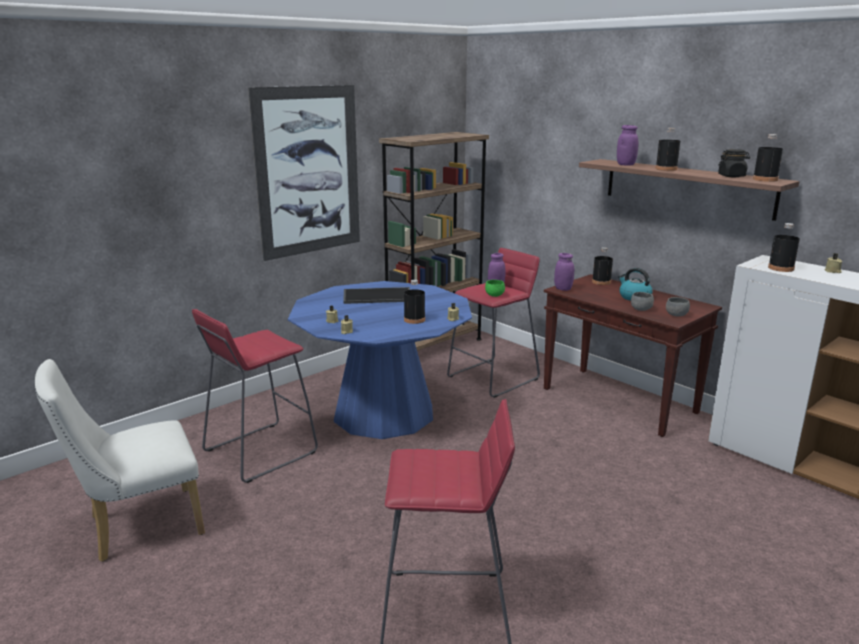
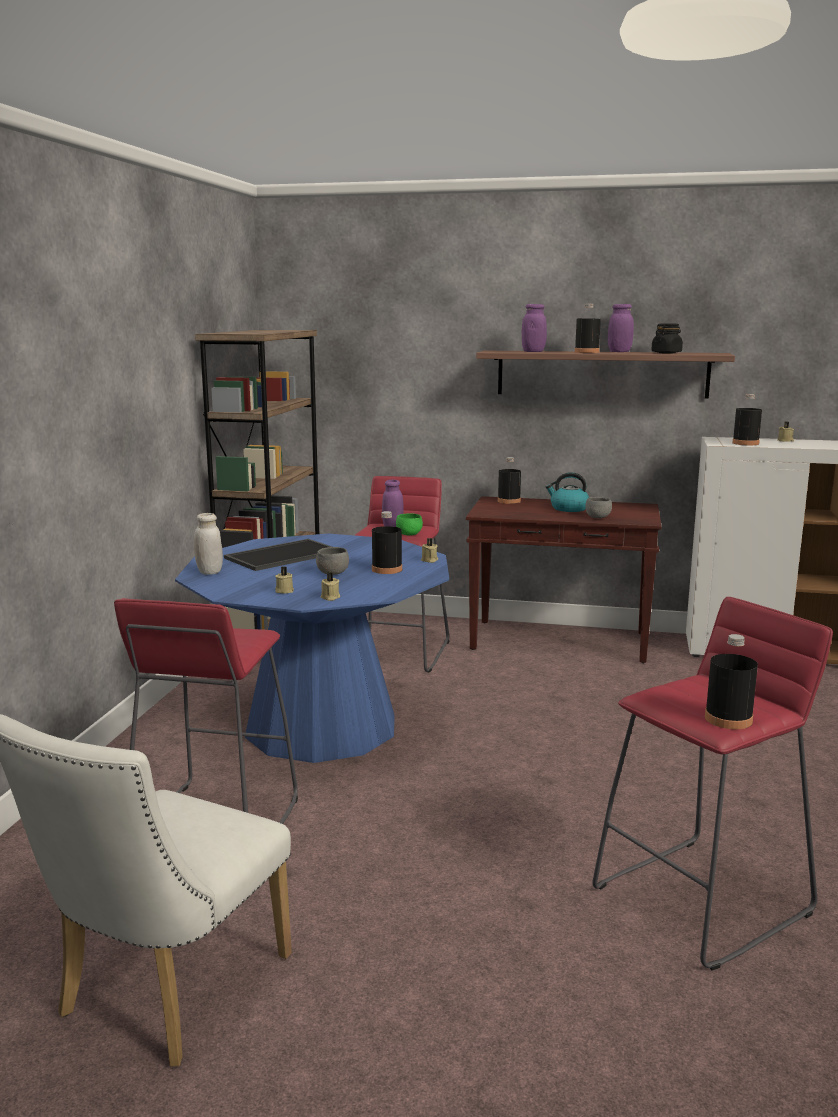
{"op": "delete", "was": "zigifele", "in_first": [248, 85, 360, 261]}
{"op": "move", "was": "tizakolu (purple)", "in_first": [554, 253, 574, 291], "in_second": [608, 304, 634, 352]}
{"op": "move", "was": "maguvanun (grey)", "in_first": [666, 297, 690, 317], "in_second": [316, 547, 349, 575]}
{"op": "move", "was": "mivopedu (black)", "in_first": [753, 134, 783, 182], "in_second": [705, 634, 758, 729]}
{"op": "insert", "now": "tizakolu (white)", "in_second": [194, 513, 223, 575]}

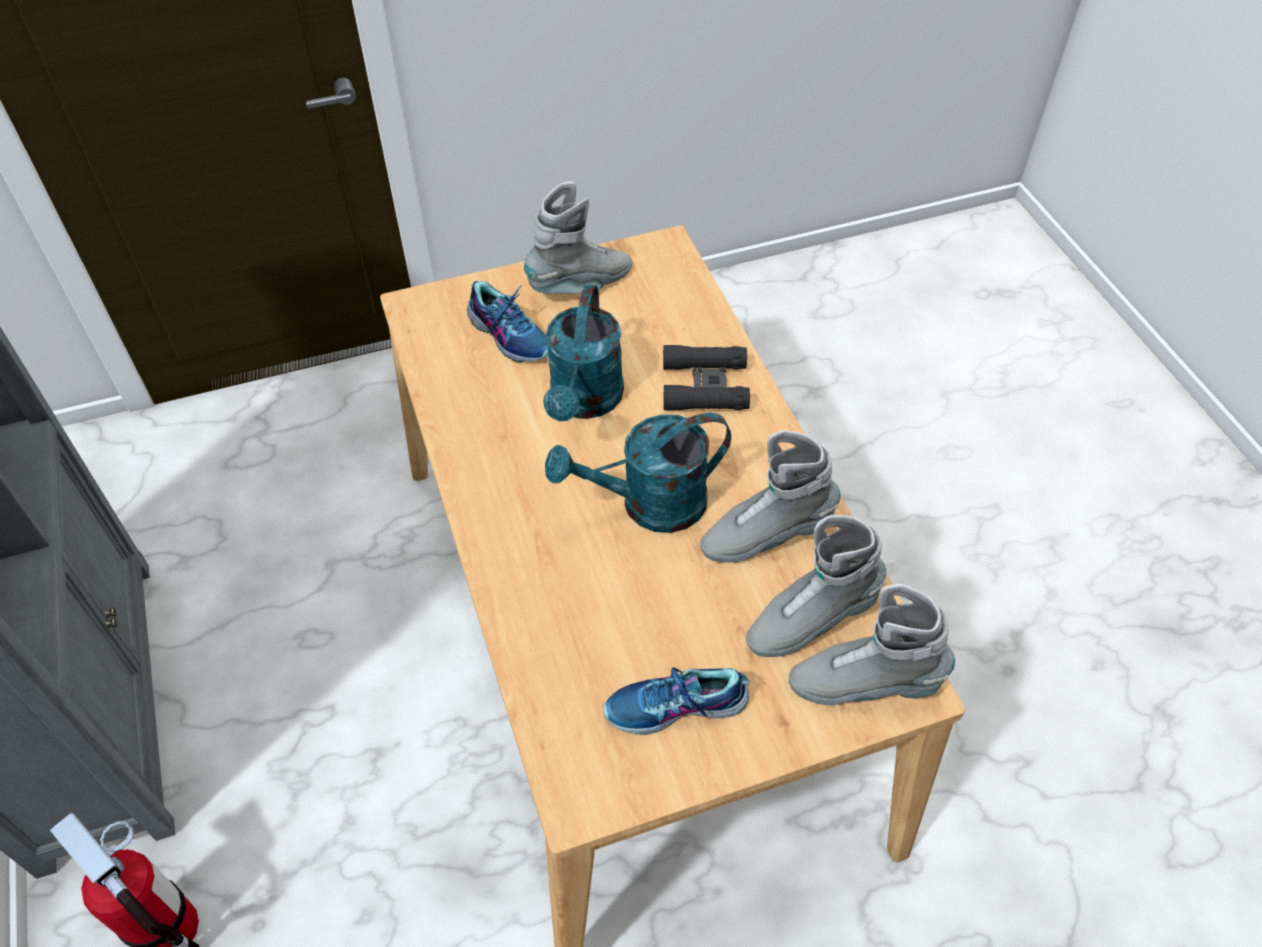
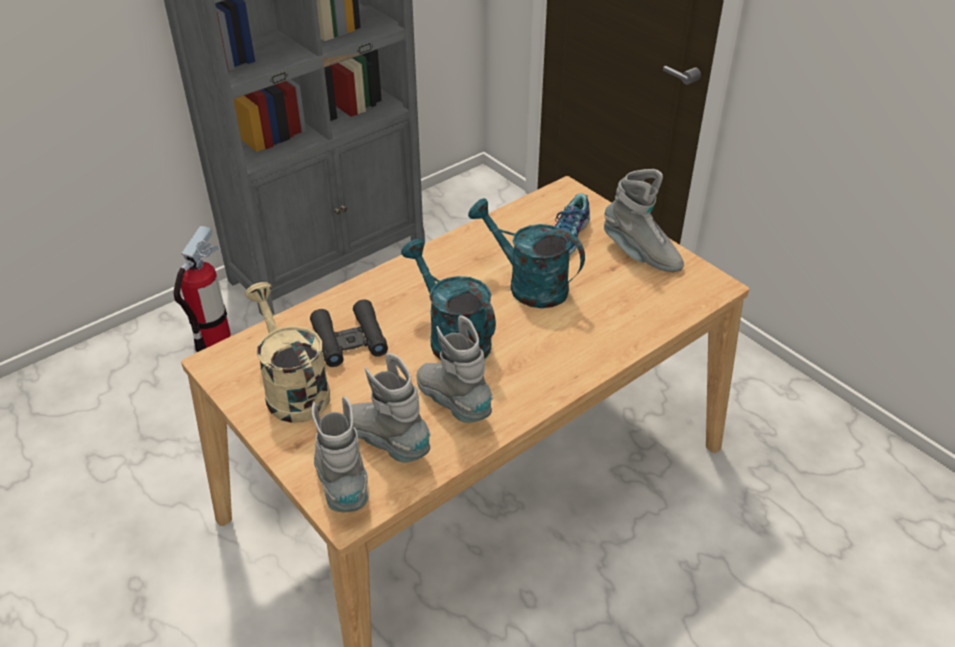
{"op": "rotate", "was": "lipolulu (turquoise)", "in_first": [543, 284, 624, 421], "in_second": [468, 198, 585, 308], "clockwise": 45}
{"op": "replace", "was": "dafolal", "now": "lipolulu (beige)", "in_first": [603, 667, 750, 735], "in_second": [245, 282, 330, 423]}
{"op": "move", "was": "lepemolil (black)", "in_first": [663, 345, 750, 410], "in_second": [310, 299, 388, 367]}

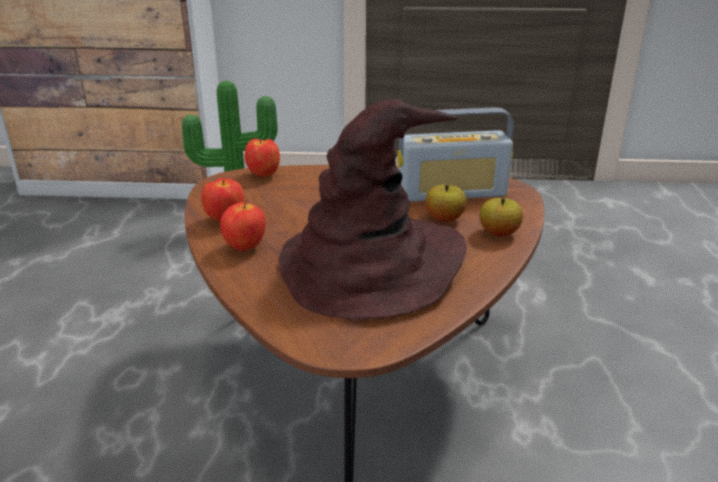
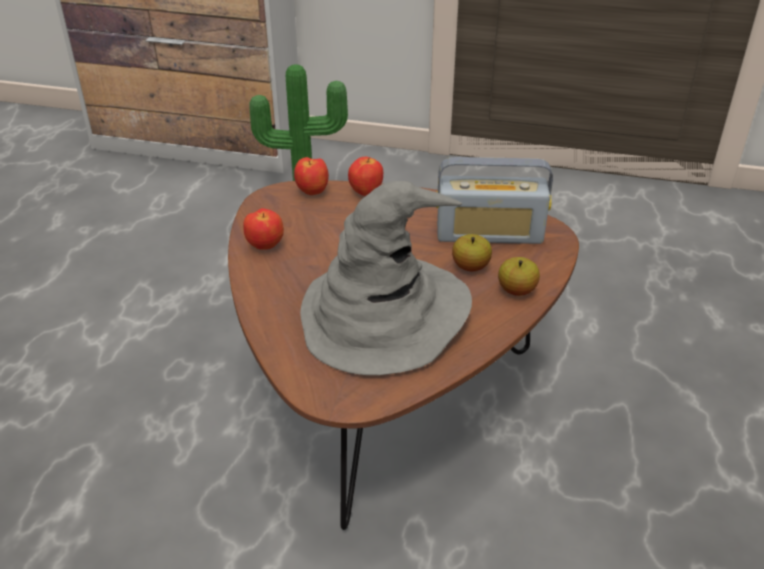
{"op": "move", "was": "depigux", "in_first": [220, 202, 265, 251], "in_second": [348, 157, 383, 196]}
{"op": "recolor", "was": "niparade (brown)", "now": "niparade (grey)", "in_first": [279, 99, 467, 319], "in_second": [300, 181, 472, 375]}

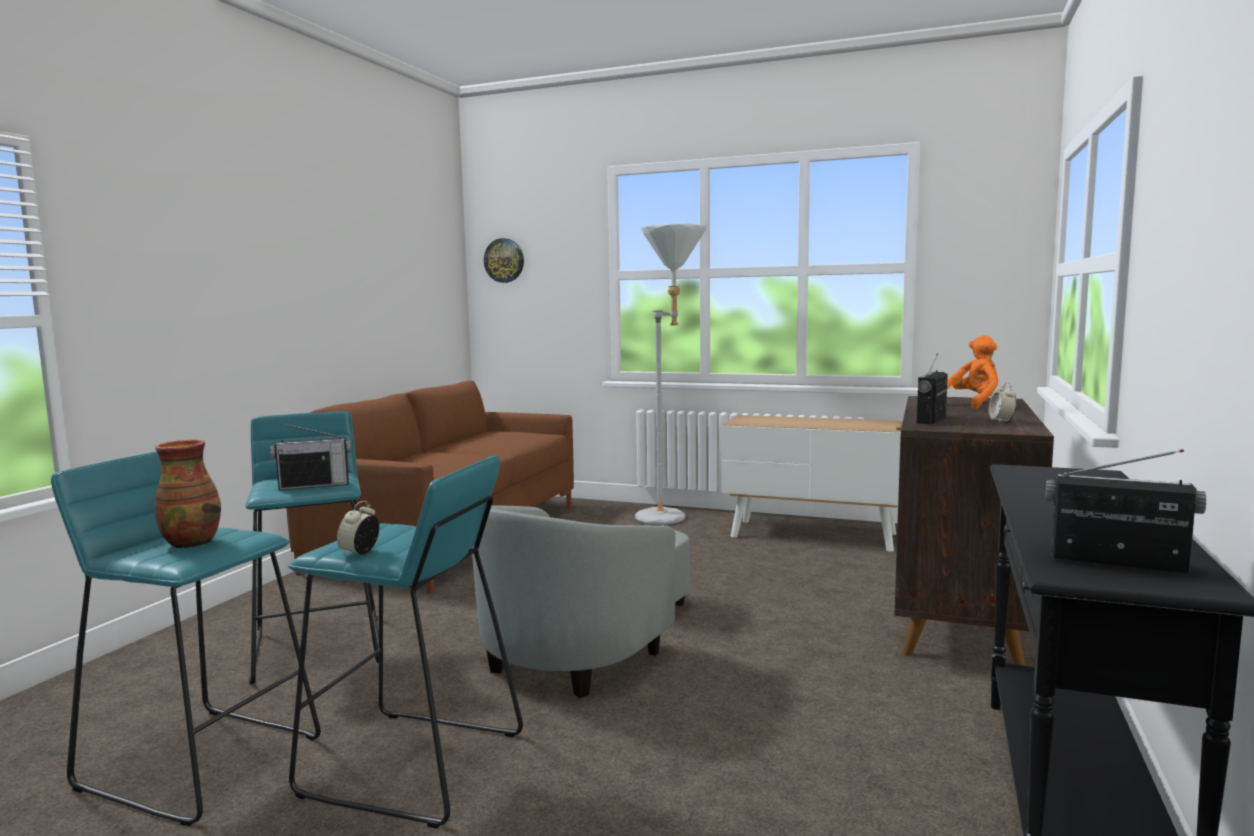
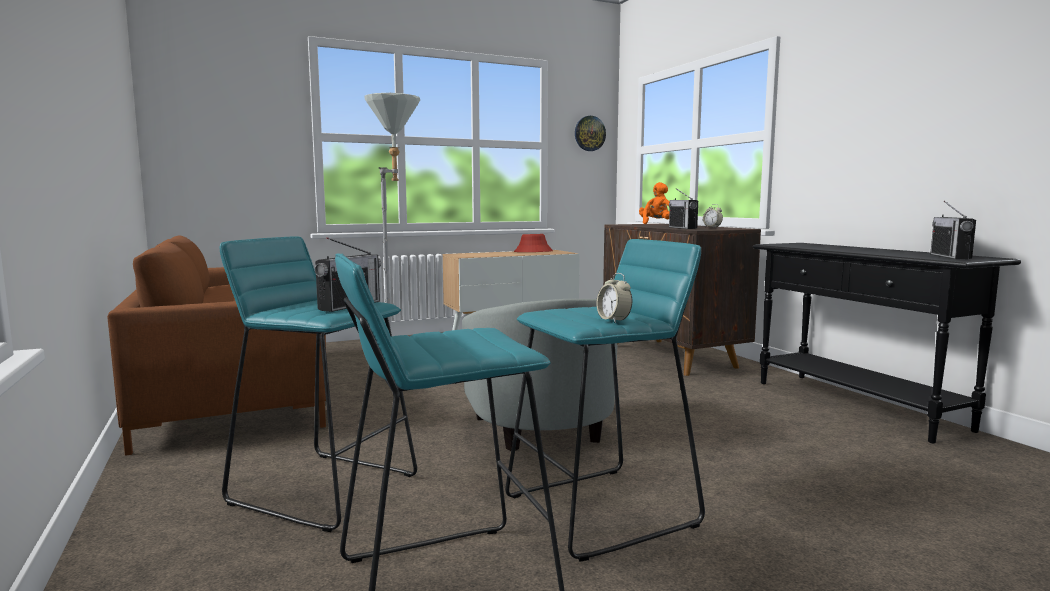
{"op": "delete", "was": "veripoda", "in_first": [155, 440, 221, 548]}
{"op": "move", "was": "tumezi", "in_first": [484, 238, 524, 283], "in_second": [575, 116, 606, 151]}
{"op": "rotate", "was": "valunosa", "in_first": [1045, 449, 1206, 573], "in_second": [930, 201, 976, 259], "clockwise": -60}
{"op": "insert", "now": "niparade (red)", "in_second": [514, 234, 553, 252]}

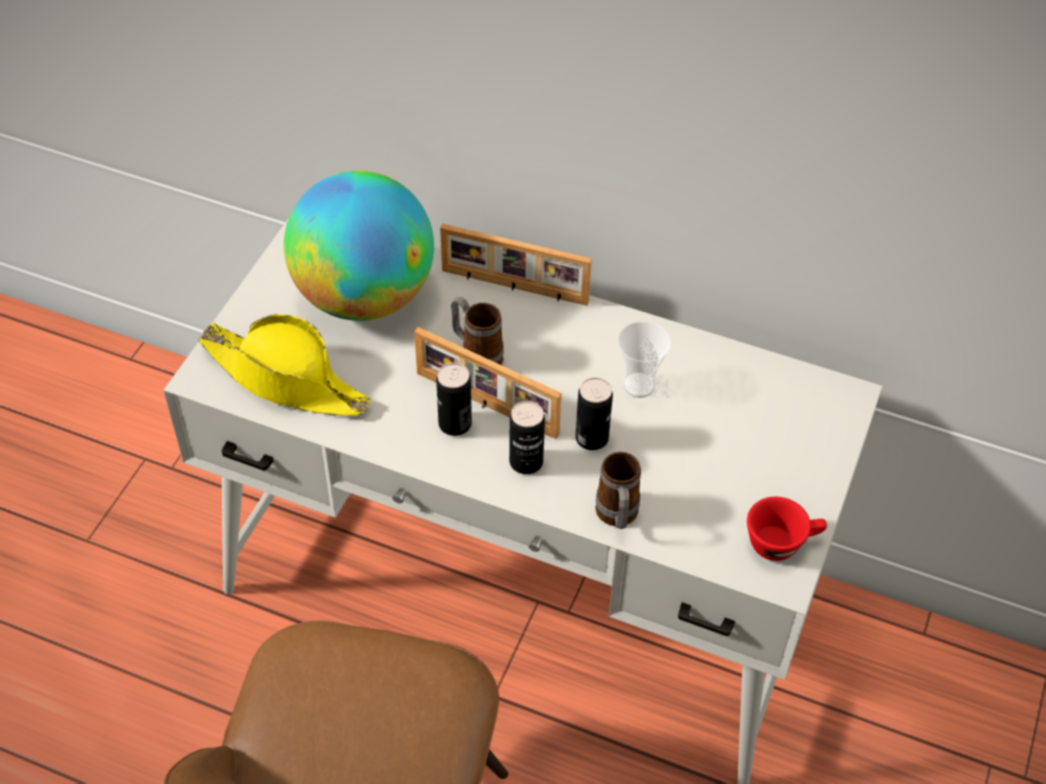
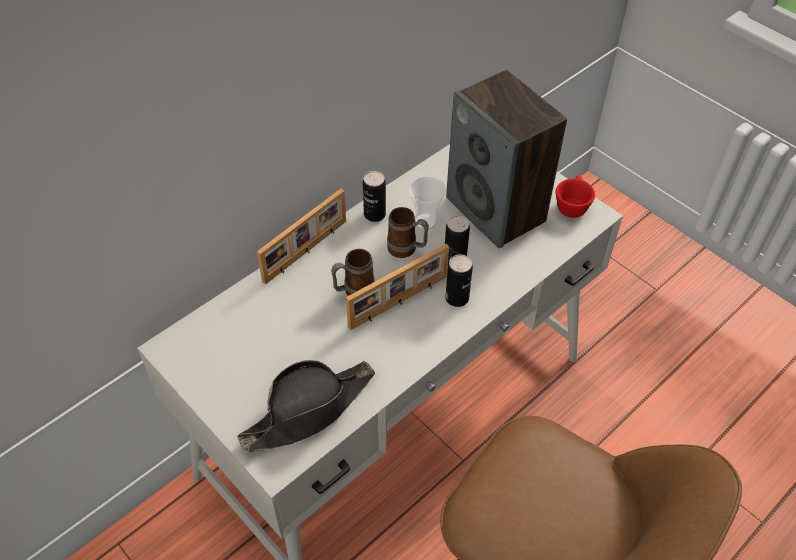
{"op": "recolor", "was": "niparade (yellow)", "now": "niparade (black)", "in_first": [198, 314, 370, 416], "in_second": [237, 360, 375, 452]}
{"op": "delete", "was": "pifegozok", "in_first": [284, 171, 434, 321]}
{"op": "move", "was": "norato", "in_first": [436, 363, 472, 436], "in_second": [363, 171, 386, 222]}
{"op": "move", "was": "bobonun", "in_first": [595, 452, 641, 529], "in_second": [387, 207, 429, 258]}
{"op": "insert", "now": "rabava", "in_second": [446, 70, 567, 248]}

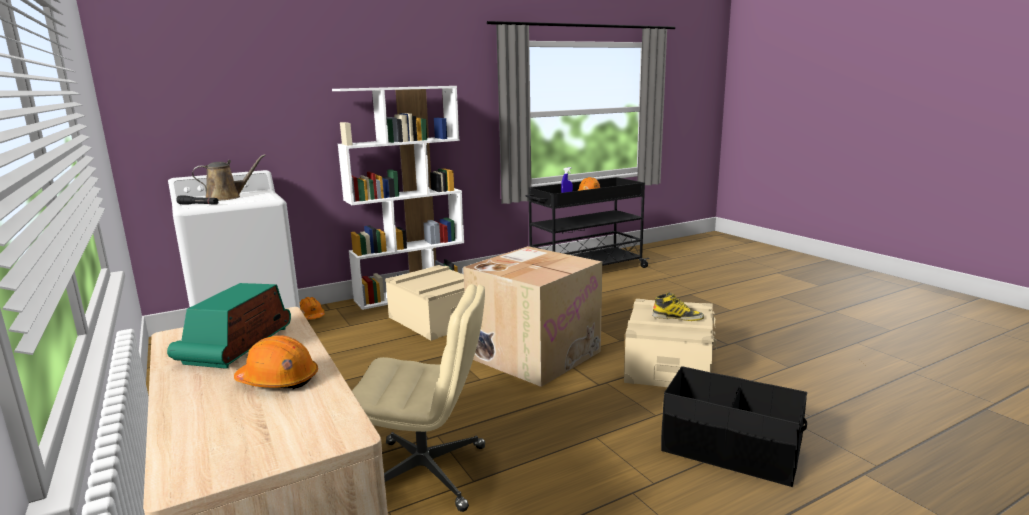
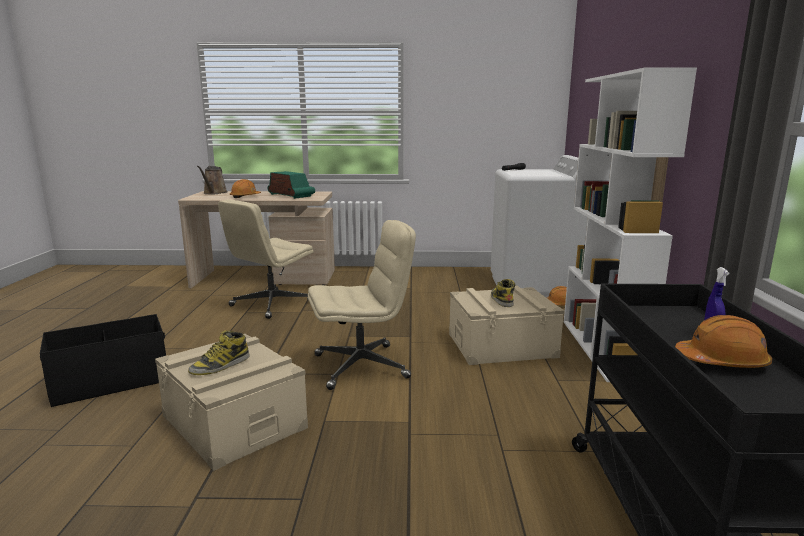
{"op": "move", "was": "lipolulu (brown)", "in_first": [192, 154, 266, 200], "in_second": [197, 166, 228, 195]}
{"op": "replace", "was": "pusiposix", "now": "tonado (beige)", "in_first": [463, 246, 602, 387], "in_second": [308, 220, 416, 390]}
{"op": "insert", "now": "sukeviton", "in_second": [491, 279, 515, 307]}

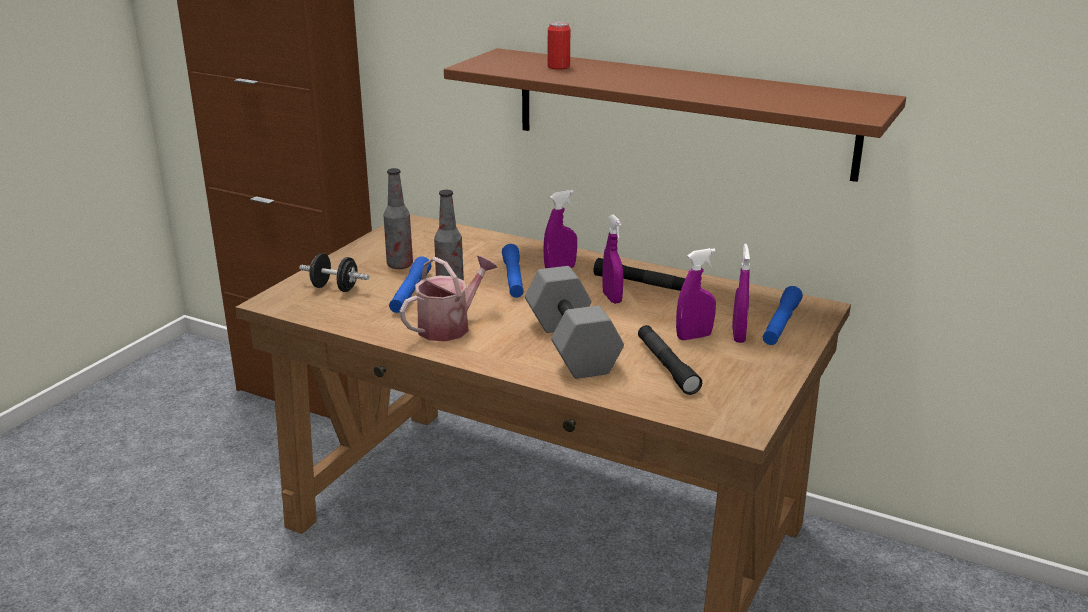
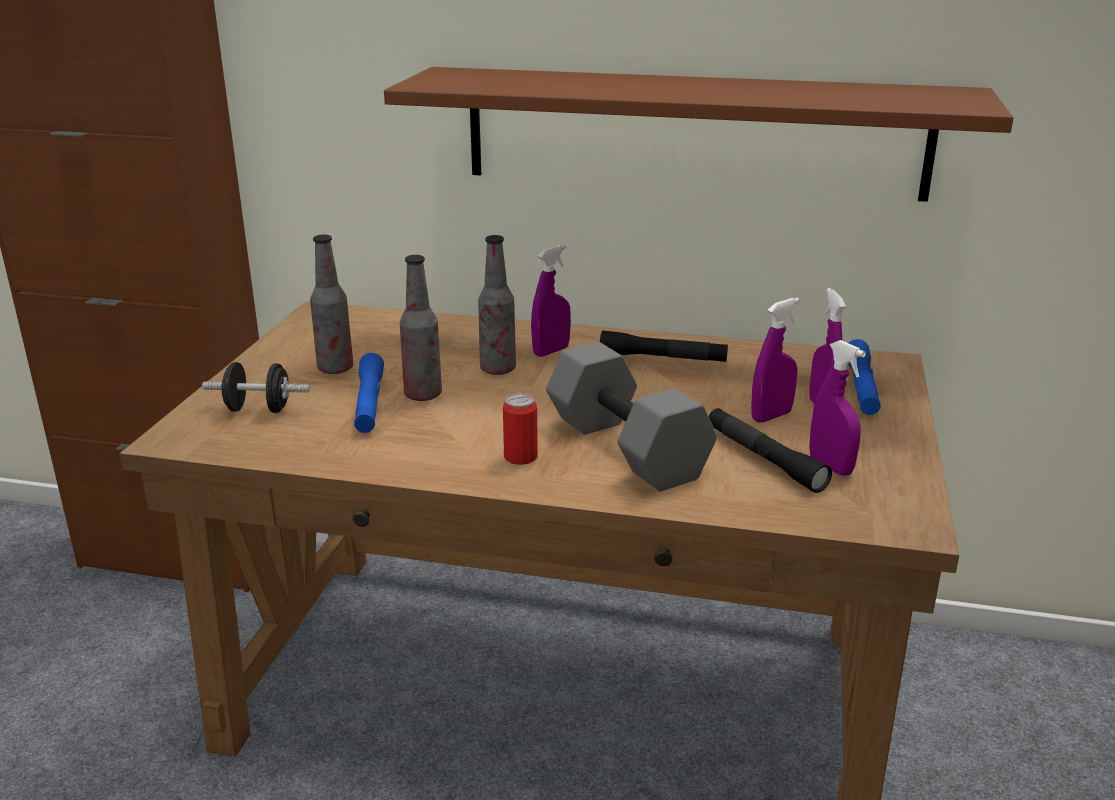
{"op": "delete", "was": "lipolulu", "in_first": [400, 256, 497, 342]}
{"op": "replace", "was": "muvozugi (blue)", "now": "mivopedu", "in_first": [502, 244, 524, 298], "in_second": [478, 235, 516, 375]}
{"op": "move", "was": "norato", "in_first": [548, 22, 570, 70], "in_second": [503, 393, 538, 465]}
{"op": "move", "was": "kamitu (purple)", "in_first": [602, 214, 624, 304], "in_second": [809, 340, 866, 476]}

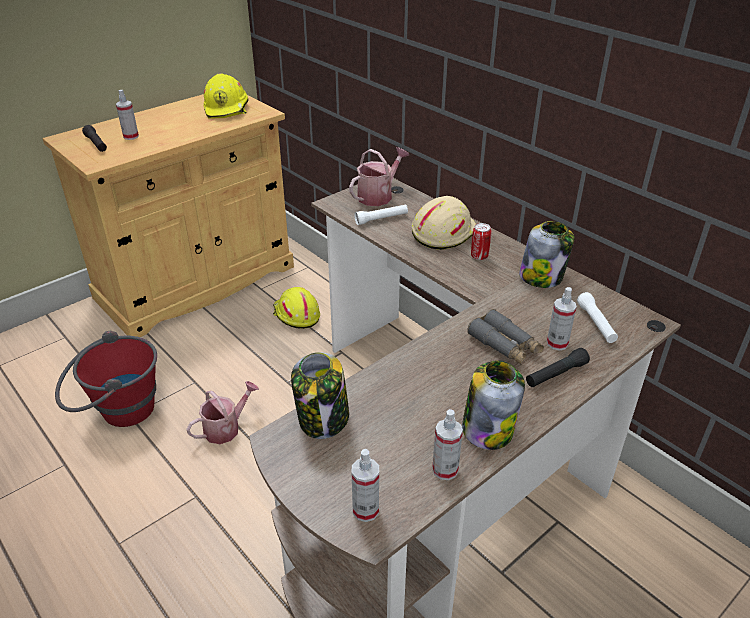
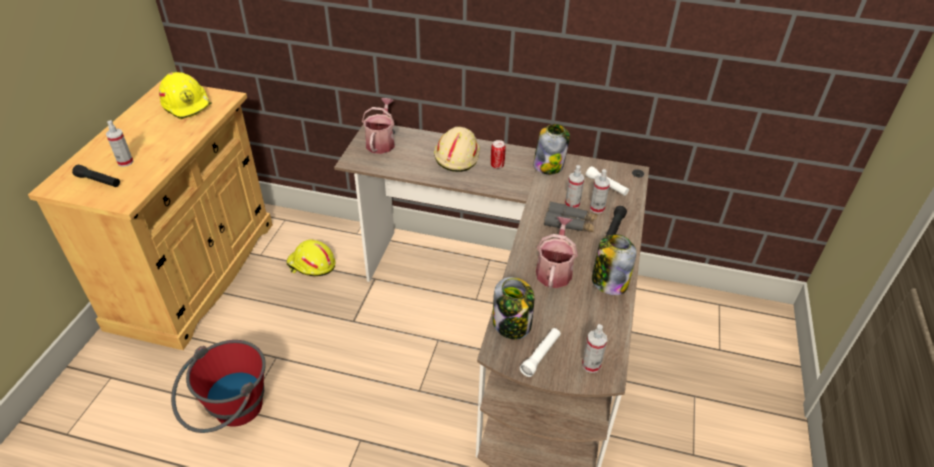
{"op": "move", "was": "lipolulu", "in_first": [186, 381, 259, 444], "in_second": [536, 217, 578, 288]}
{"op": "move", "was": "muvozugi (white)", "in_first": [354, 204, 408, 225], "in_second": [520, 328, 561, 377]}
{"op": "move", "was": "kamitu", "in_first": [432, 409, 463, 480], "in_second": [565, 165, 584, 208]}

